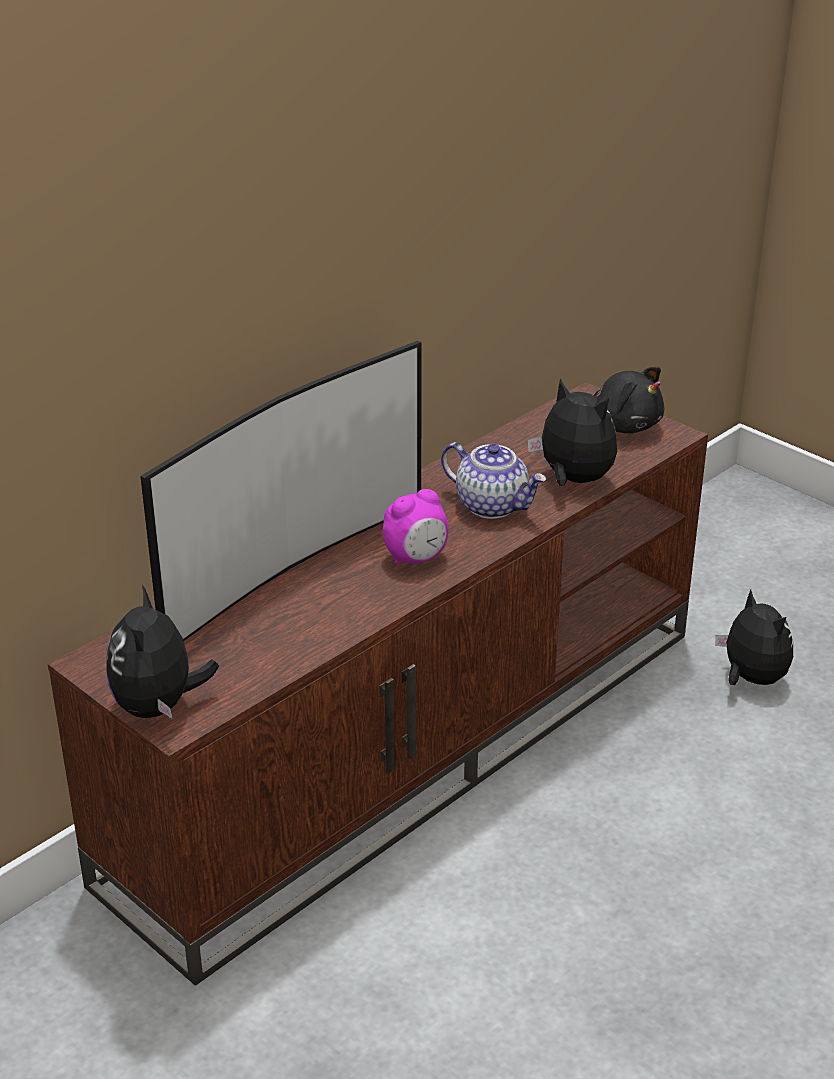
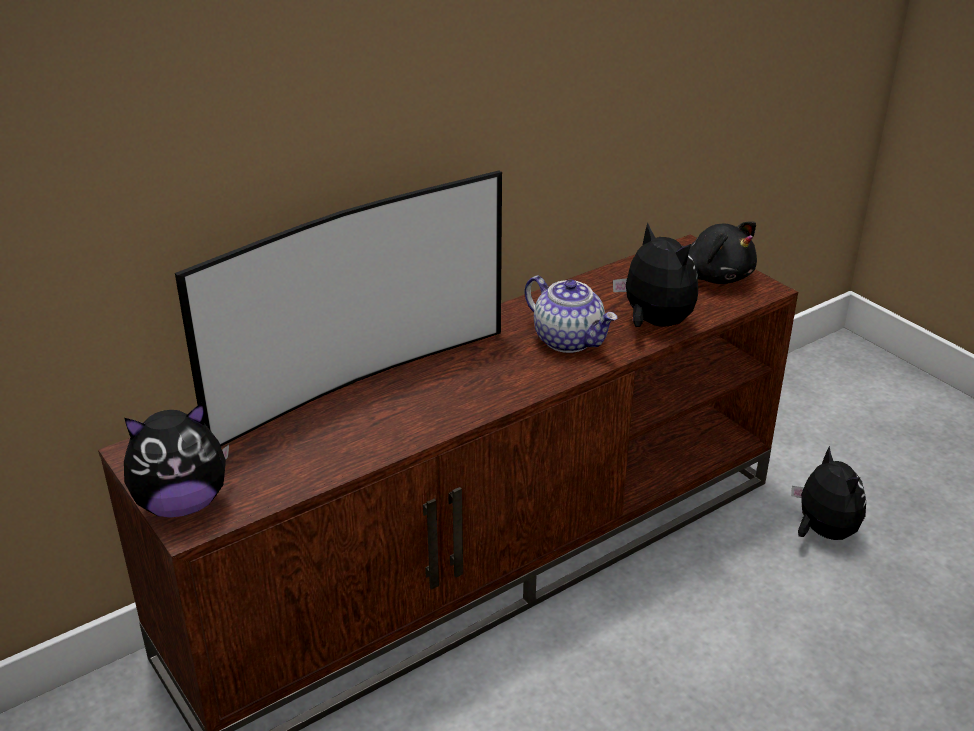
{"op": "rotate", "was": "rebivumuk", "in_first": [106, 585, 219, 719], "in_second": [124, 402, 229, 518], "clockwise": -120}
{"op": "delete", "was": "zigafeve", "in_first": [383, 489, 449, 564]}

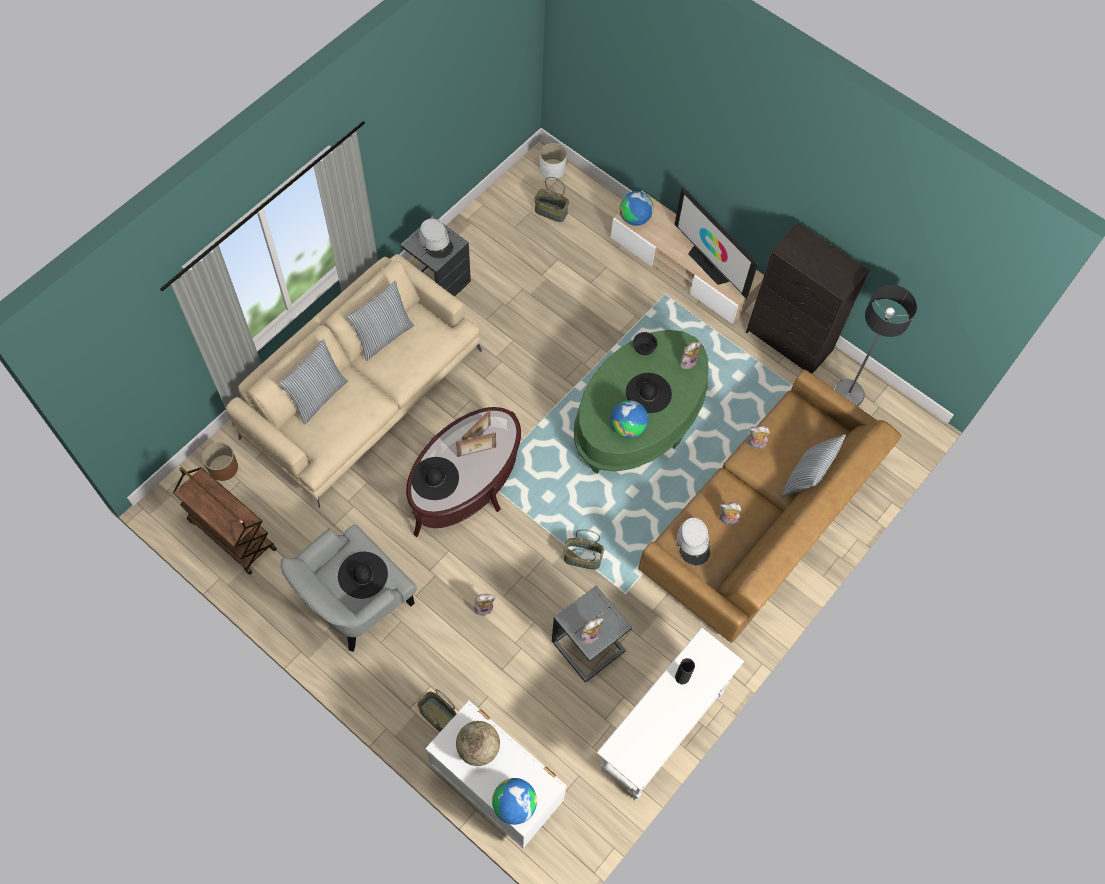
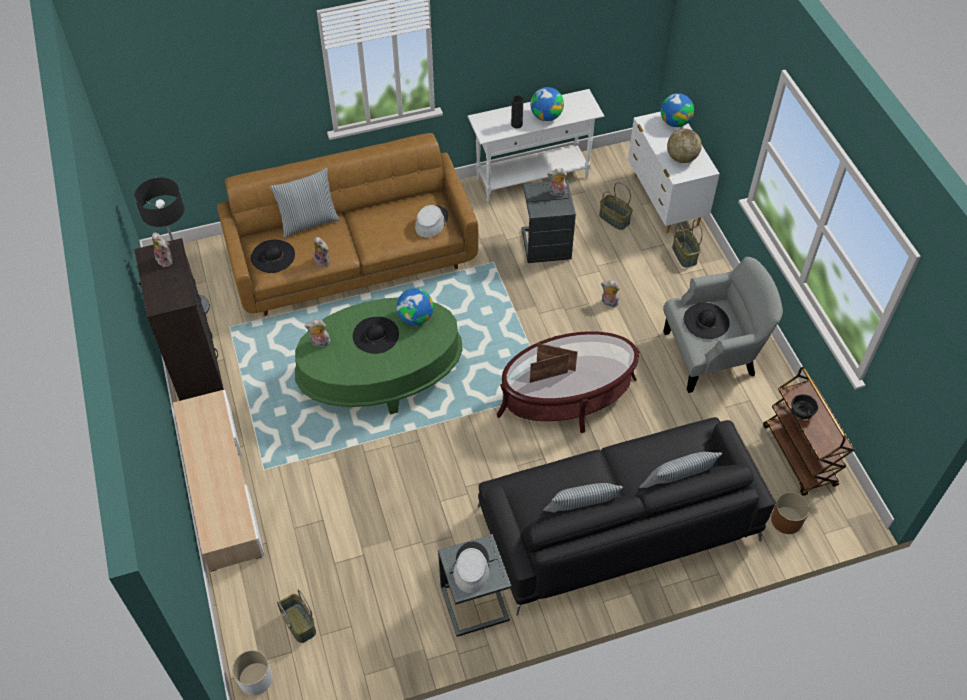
{"op": "recolor", "was": "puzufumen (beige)", "now": "puzufumen (black)", "in_first": [226, 254, 482, 508], "in_second": [477, 417, 776, 616]}
{"op": "move", "was": "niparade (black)", "in_first": [411, 457, 459, 500], "in_second": [251, 240, 295, 273]}
{"op": "move", "was": "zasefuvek", "in_first": [564, 529, 604, 570], "in_second": [599, 182, 633, 230]}
{"op": "move", "was": "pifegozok", "in_first": [619, 191, 653, 226], "in_second": [530, 87, 564, 121]}
{"op": "move", "was": "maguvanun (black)", "in_first": [633, 332, 657, 355], "in_second": [791, 394, 818, 419]}
{"op": "delete", "was": "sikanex", "in_first": [674, 187, 758, 299]}
{"op": "move", "was": "rebivumuk", "in_first": [719, 502, 742, 525], "in_second": [152, 232, 172, 267]}

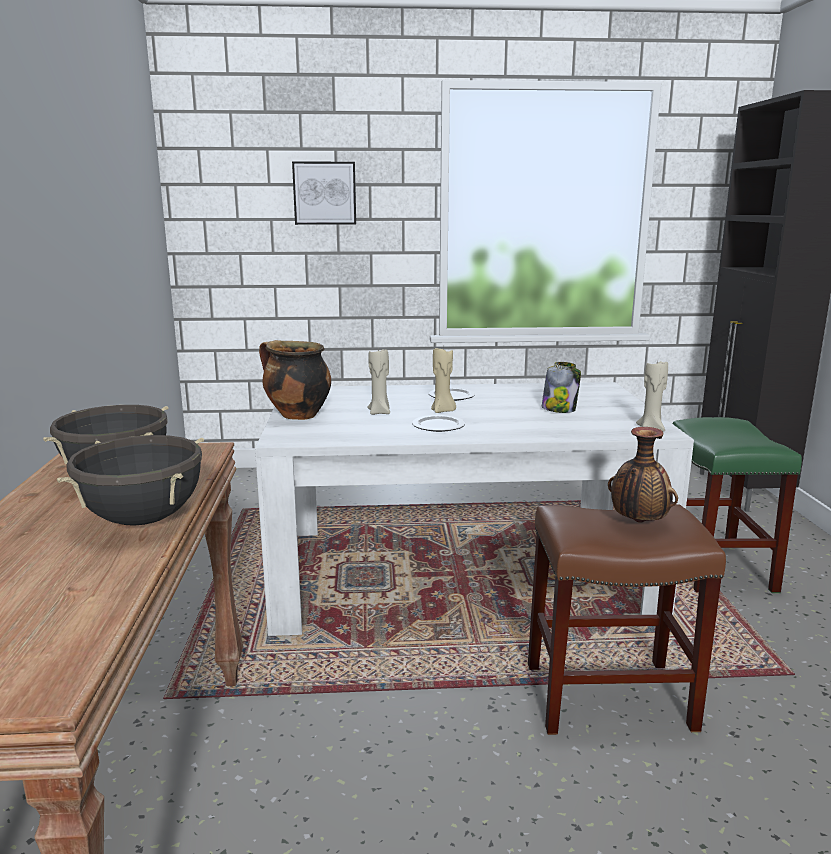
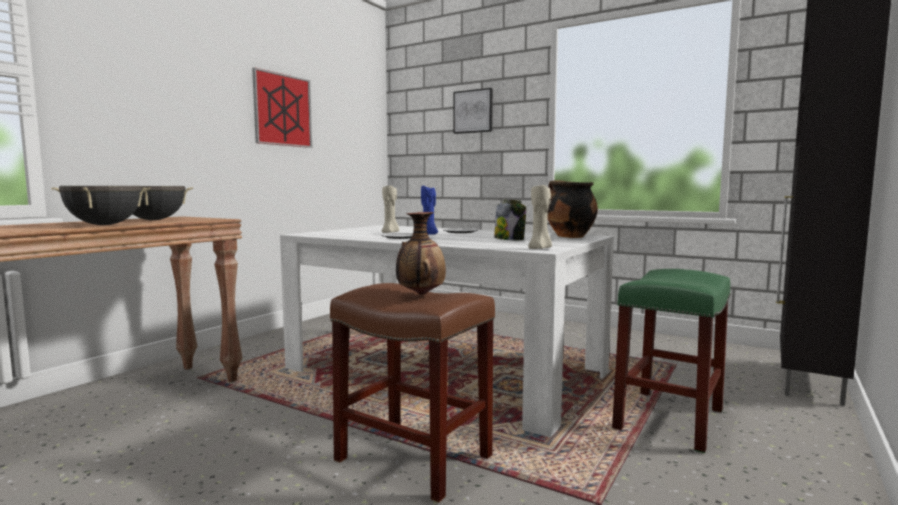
{"op": "move", "was": "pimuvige", "in_first": [259, 340, 331, 420], "in_second": [547, 180, 598, 238]}
{"op": "recolor", "was": "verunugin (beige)", "now": "verunugin (blue)", "in_first": [431, 348, 456, 413], "in_second": [421, 185, 438, 235]}
{"op": "insert", "now": "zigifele", "in_second": [252, 67, 312, 148]}

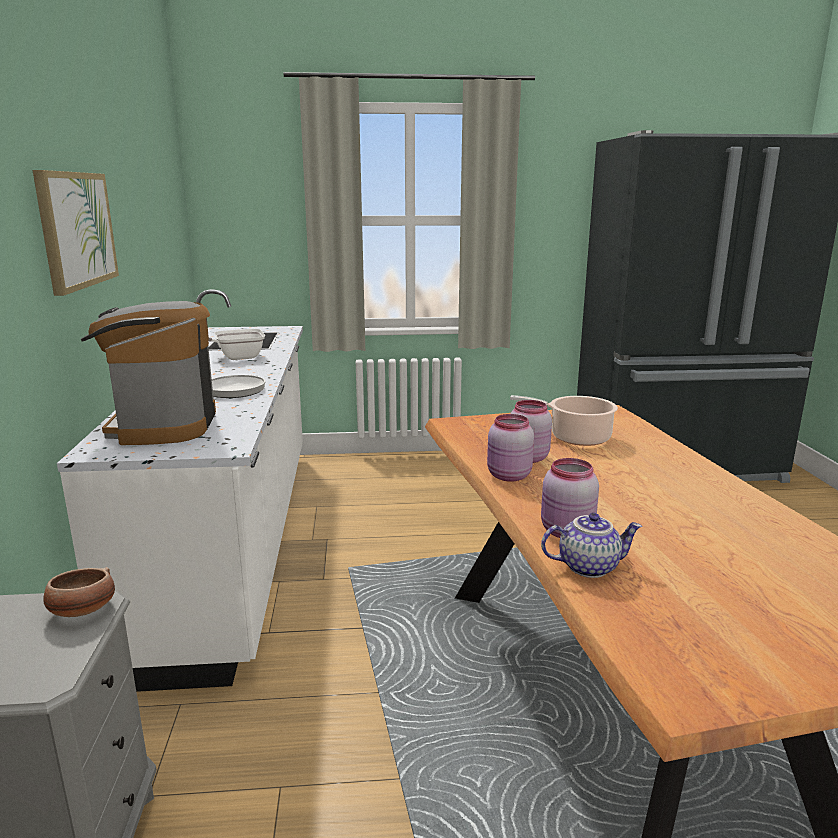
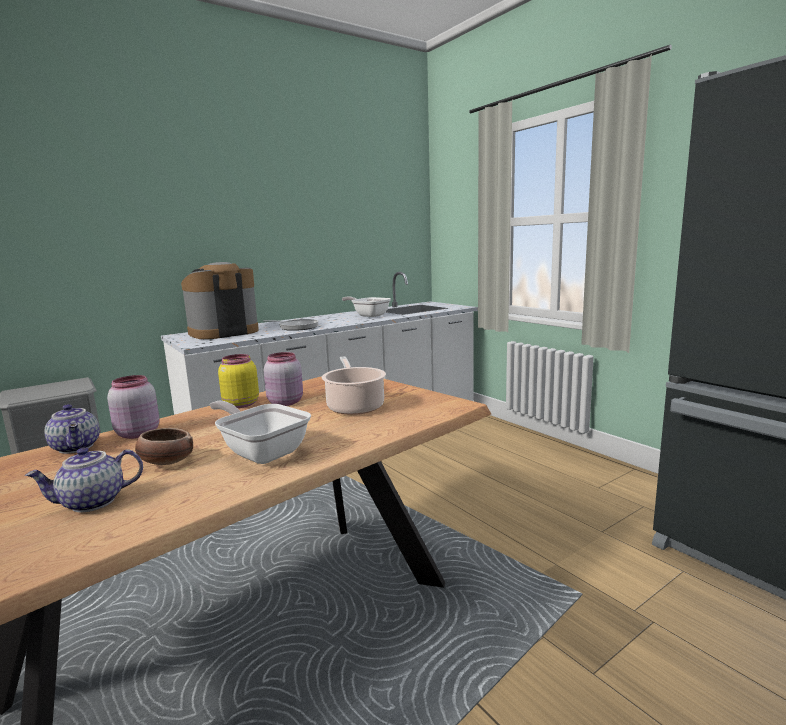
{"op": "delete", "was": "zigifele", "in_first": [33, 170, 119, 296]}
{"op": "move", "was": "maguvanun", "in_first": [43, 567, 115, 617], "in_second": [135, 428, 193, 465]}
{"op": "recolor", "was": "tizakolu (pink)", "now": "tizakolu (yellow)", "in_first": [487, 414, 534, 482], "in_second": [218, 354, 259, 408]}
{"op": "insert", "now": "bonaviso", "in_second": [25, 447, 143, 512]}
{"op": "insert", "now": "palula", "in_second": [209, 401, 311, 464]}

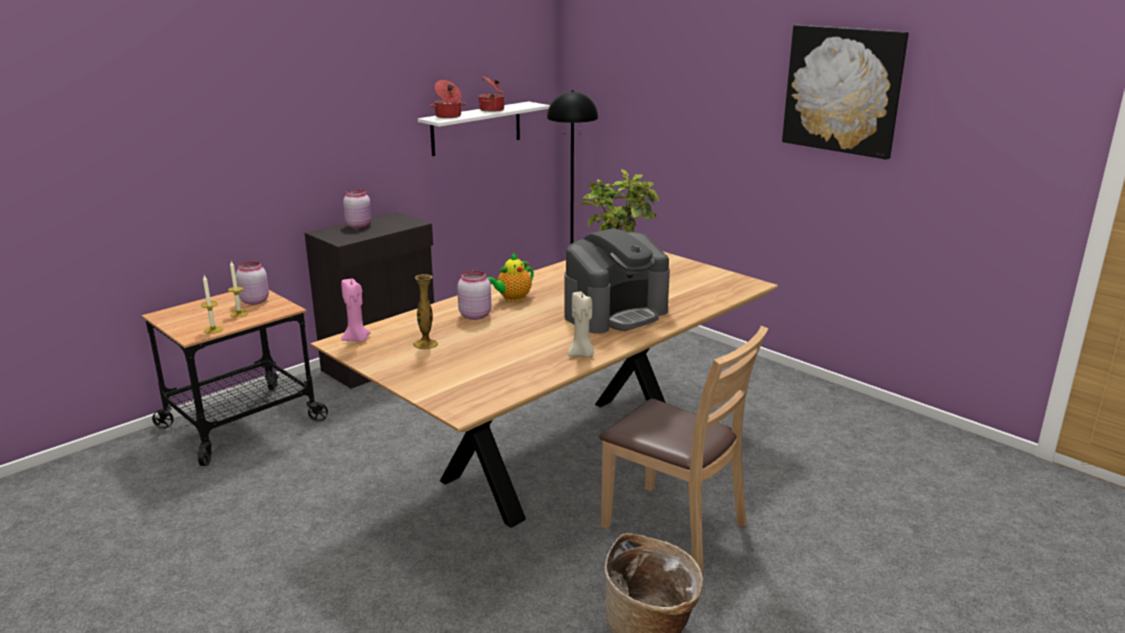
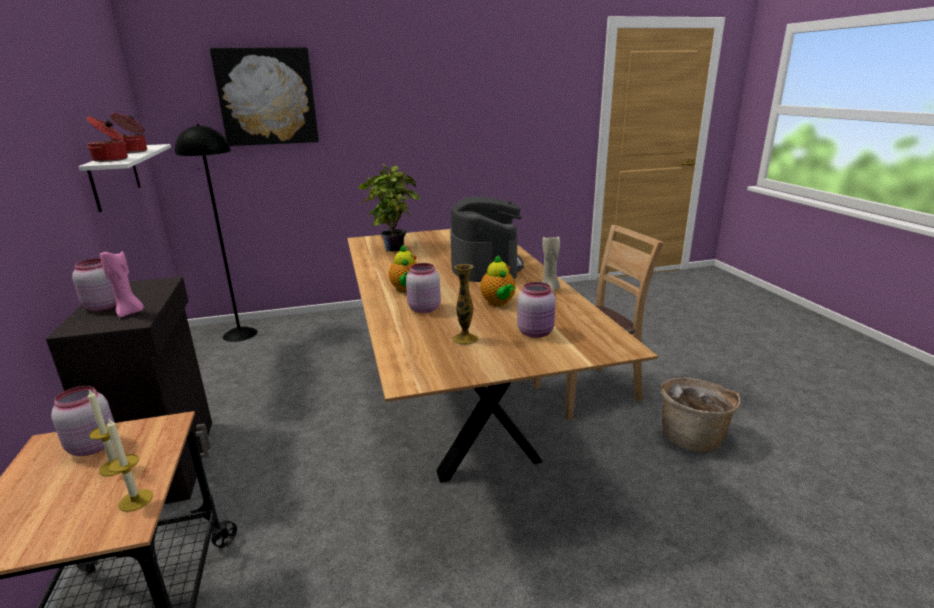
{"op": "move", "was": "verunugin (pink)", "in_first": [341, 279, 371, 342], "in_second": [100, 248, 144, 318]}
{"op": "move", "was": "zigifele", "in_first": [782, 25, 909, 159], "in_second": [210, 47, 319, 146]}
{"op": "insert", "now": "bonaviso", "in_second": [480, 255, 516, 306]}
{"op": "insert", "now": "tizakolu (pink)", "in_second": [517, 282, 556, 338]}

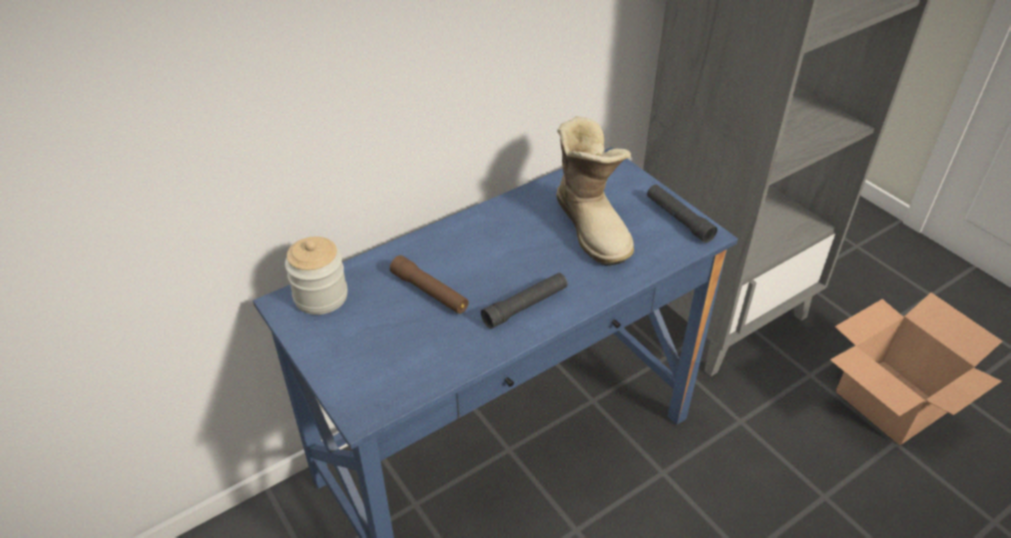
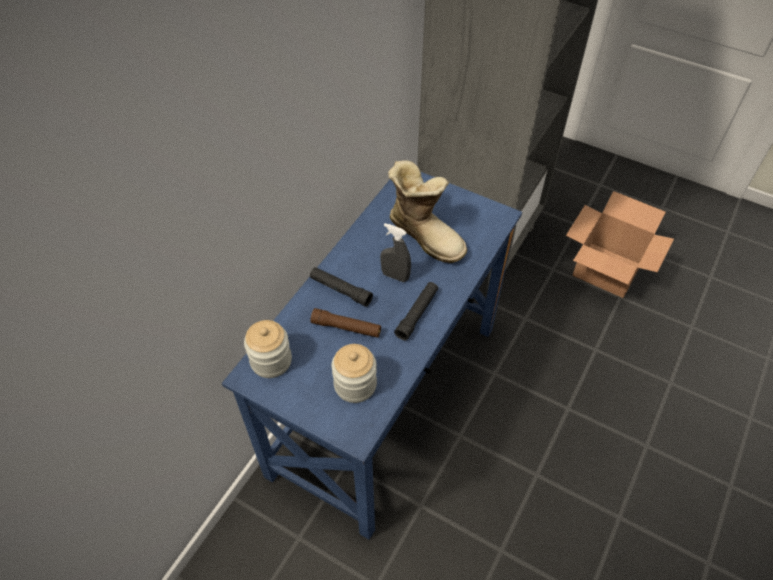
{"op": "move", "was": "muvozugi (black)", "in_first": [647, 184, 717, 243], "in_second": [310, 267, 373, 307]}
{"op": "insert", "now": "tizakolu", "in_second": [331, 344, 377, 403]}
{"op": "insert", "now": "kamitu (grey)", "in_second": [380, 223, 411, 282]}

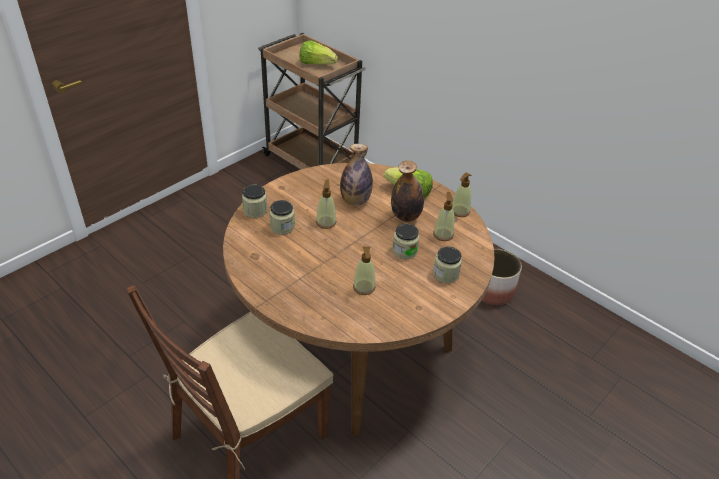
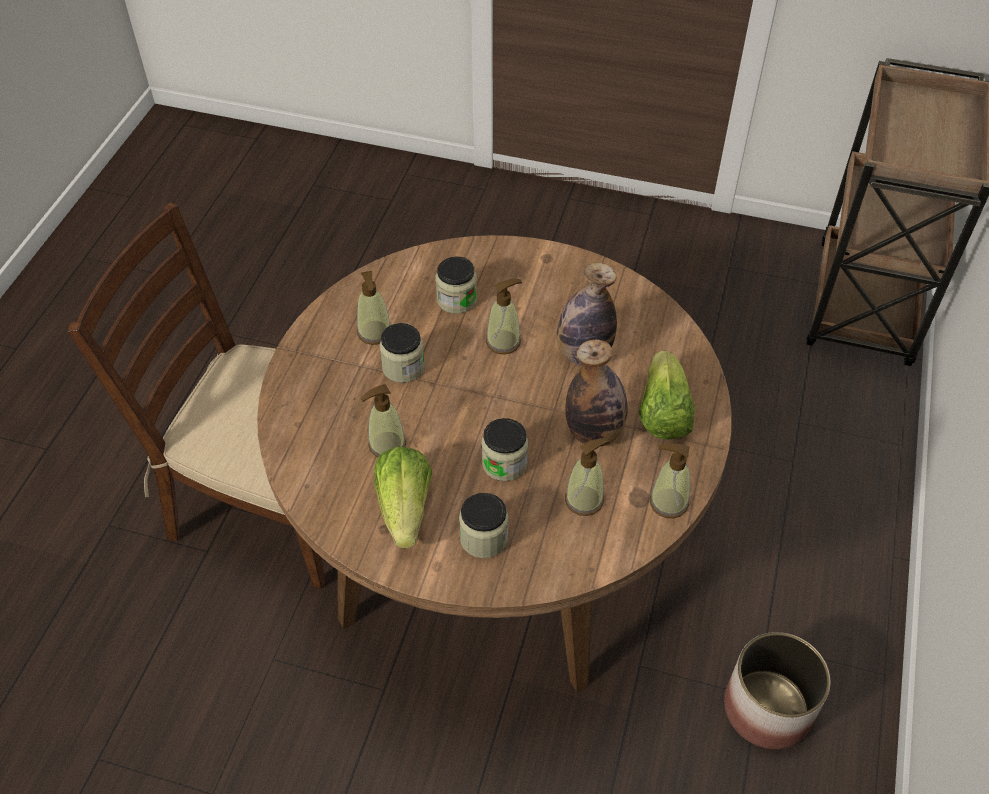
{"op": "move", "was": "tizakolu", "in_first": [242, 185, 267, 218], "in_second": [380, 323, 425, 383]}
{"op": "move", "was": "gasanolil", "in_first": [299, 40, 338, 64], "in_second": [374, 447, 432, 548]}
{"op": "insert", "now": "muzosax", "in_second": [357, 271, 390, 345]}

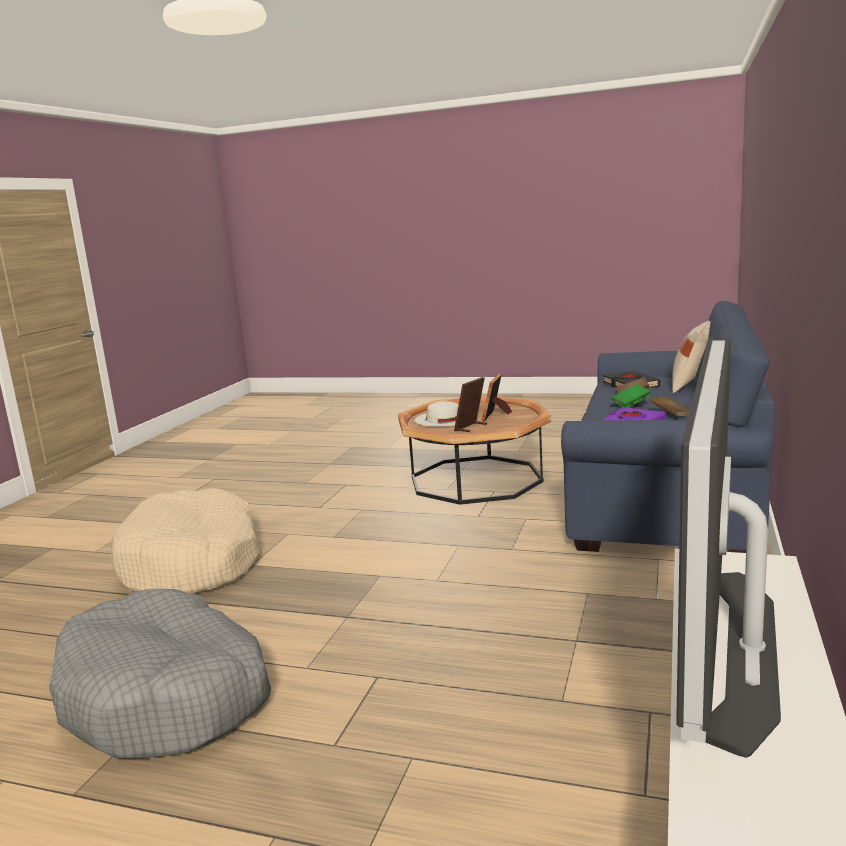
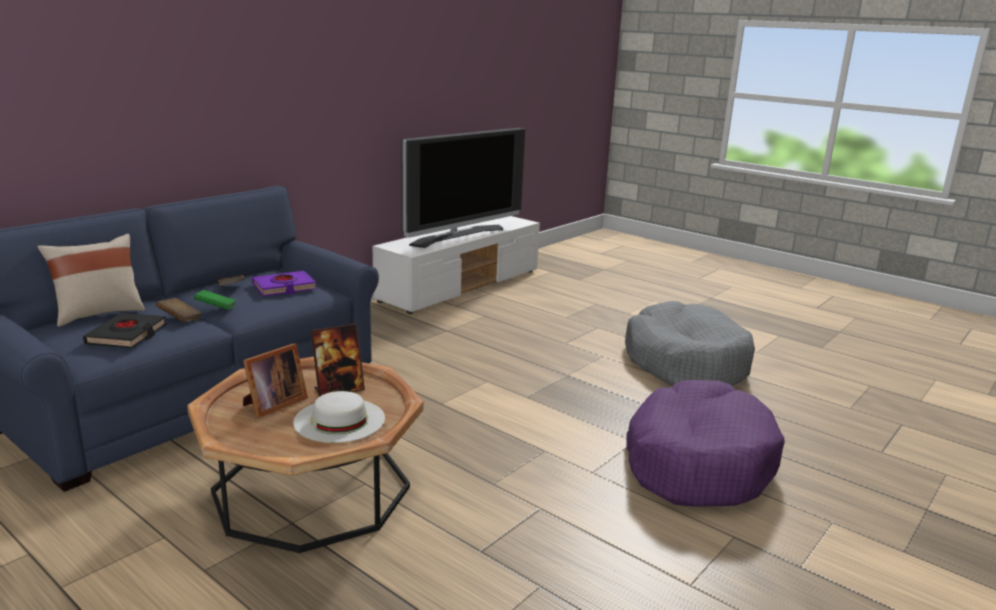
{"op": "recolor", "was": "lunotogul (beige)", "now": "lunotogul (purple)", "in_first": [111, 488, 260, 594], "in_second": [626, 380, 785, 507]}

